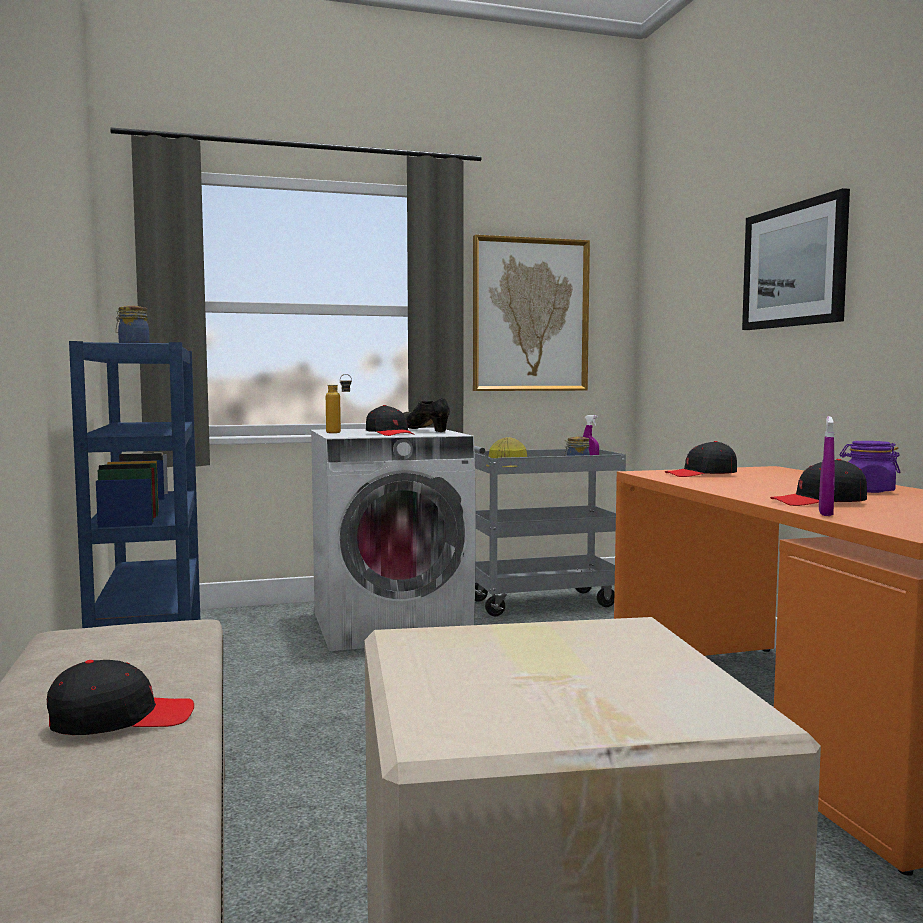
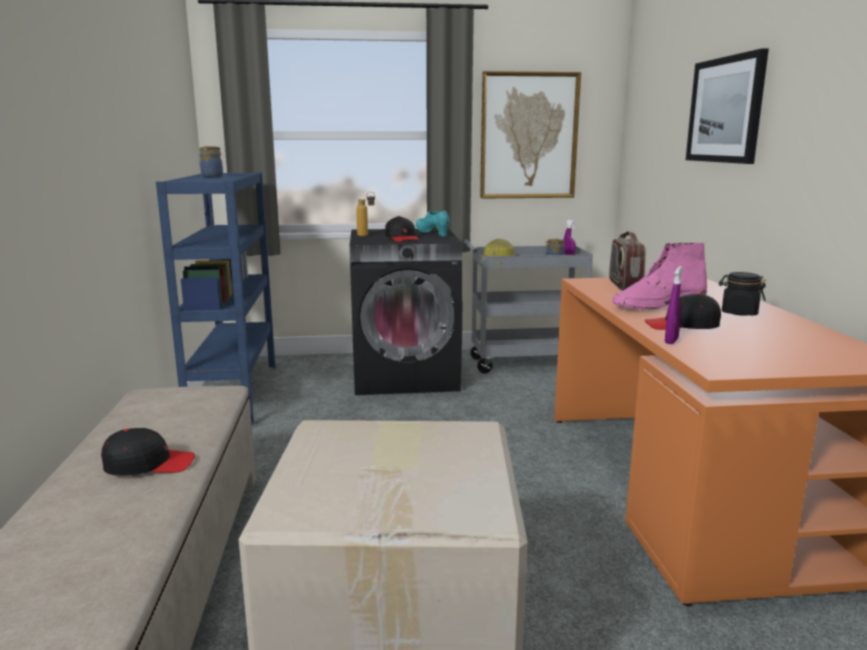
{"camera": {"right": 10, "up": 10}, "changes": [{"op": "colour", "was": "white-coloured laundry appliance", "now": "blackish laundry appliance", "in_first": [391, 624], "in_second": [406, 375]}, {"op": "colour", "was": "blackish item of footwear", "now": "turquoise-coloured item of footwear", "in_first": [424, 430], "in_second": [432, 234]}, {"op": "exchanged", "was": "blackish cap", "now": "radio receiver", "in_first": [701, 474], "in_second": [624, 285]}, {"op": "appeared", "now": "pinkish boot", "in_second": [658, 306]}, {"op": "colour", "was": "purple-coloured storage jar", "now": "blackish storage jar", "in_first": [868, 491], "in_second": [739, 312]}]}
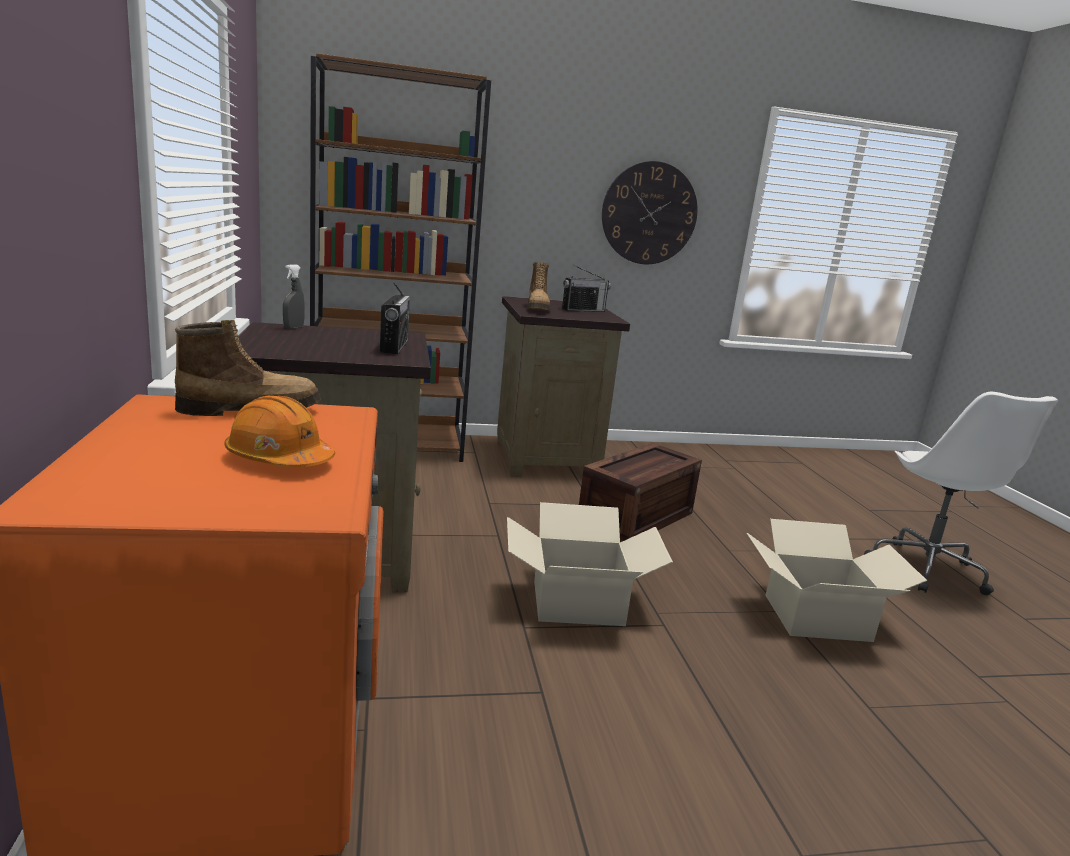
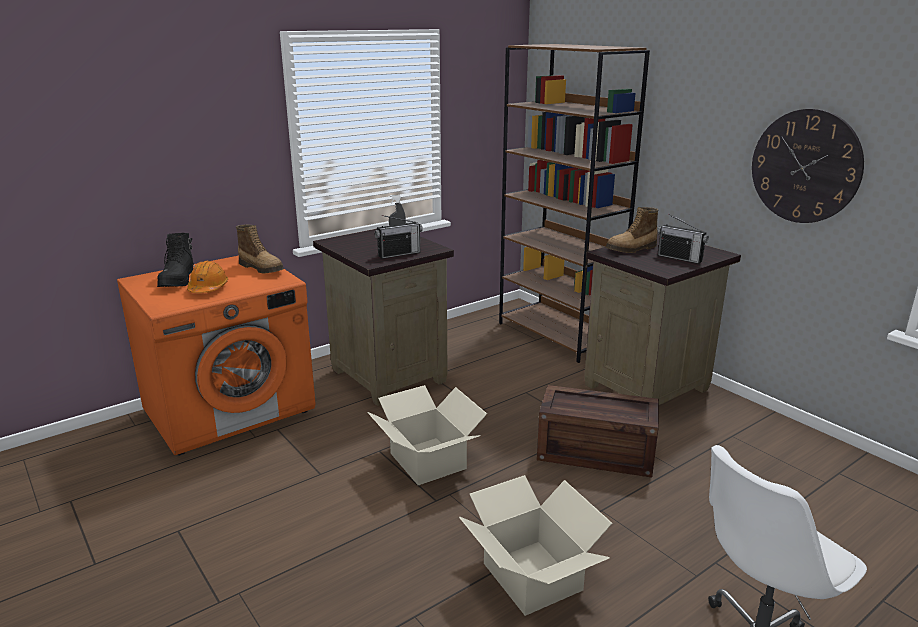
{"camera": {"right": 65, "up": 5}, "changes": [{"op": "appeared", "now": "blackish boot", "in_second": [178, 280]}]}
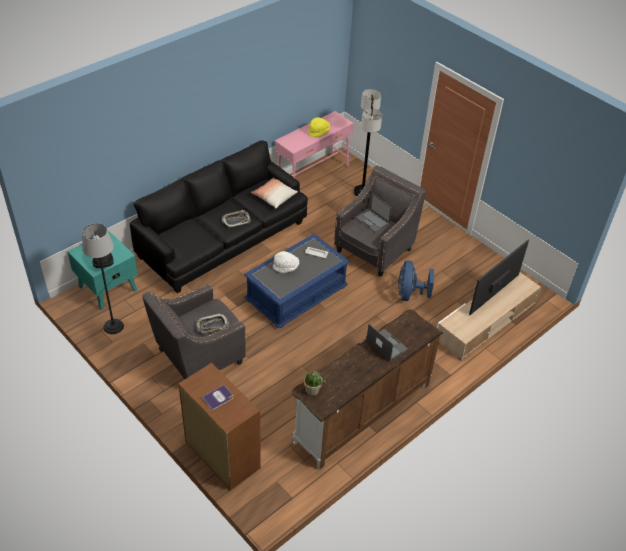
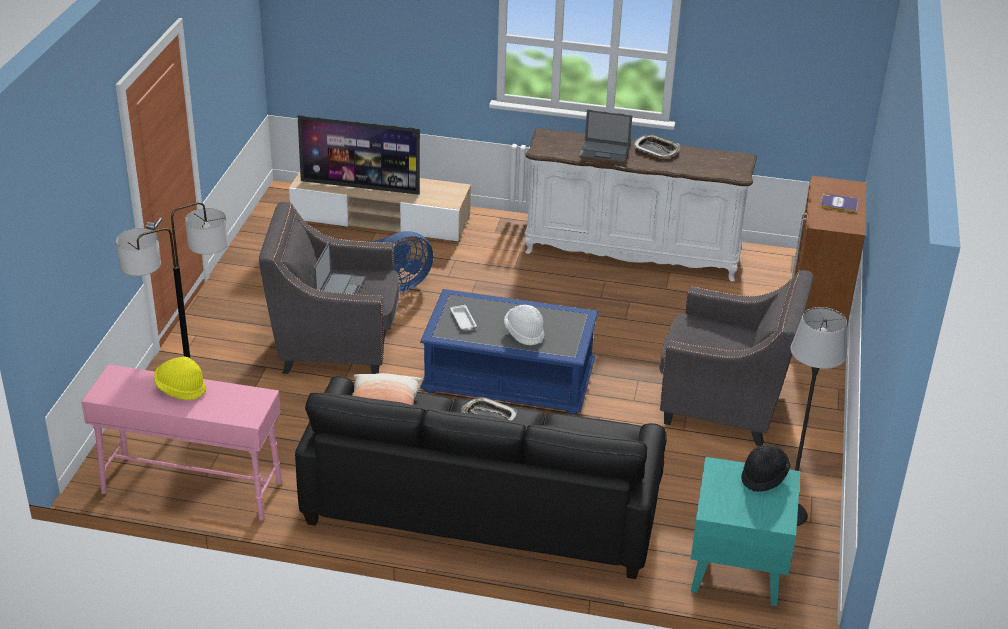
{"camera": {"right": -125, "up": -10}, "changes": [{"op": "spun", "was": "portable computer", "in_first": [386, 345], "in_second": [605, 151], "clockwise": -90}, {"op": "relocated", "was": "carrying tray", "in_first": [212, 325], "in_second": [656, 149]}, {"op": "missing", "was": "plant in a pot", "in_first": [312, 390]}]}
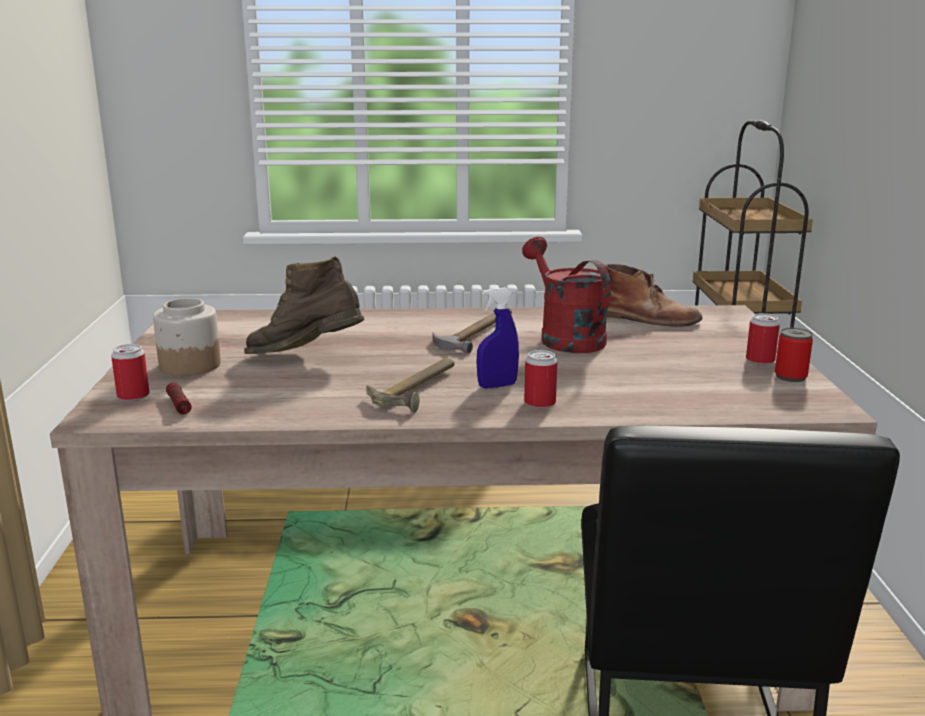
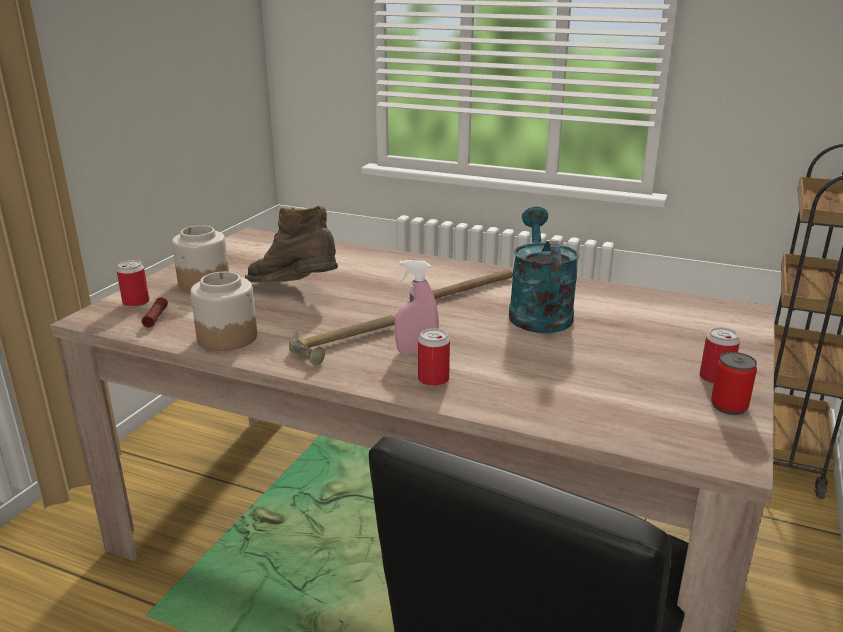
{"camera": {"right": 25, "up": 5}, "changes": [{"op": "appeared", "now": "storage jar", "in_second": [227, 337]}, {"op": "colour", "was": "blue hand sprayer", "now": "pinkish hand sprayer", "in_first": [497, 386], "in_second": [416, 352]}, {"op": "colour", "was": "red watering can", "now": "turquoise-coloured watering can", "in_first": [565, 337], "in_second": [538, 312]}, {"op": "missing", "was": "brown boot", "in_first": [647, 318]}]}
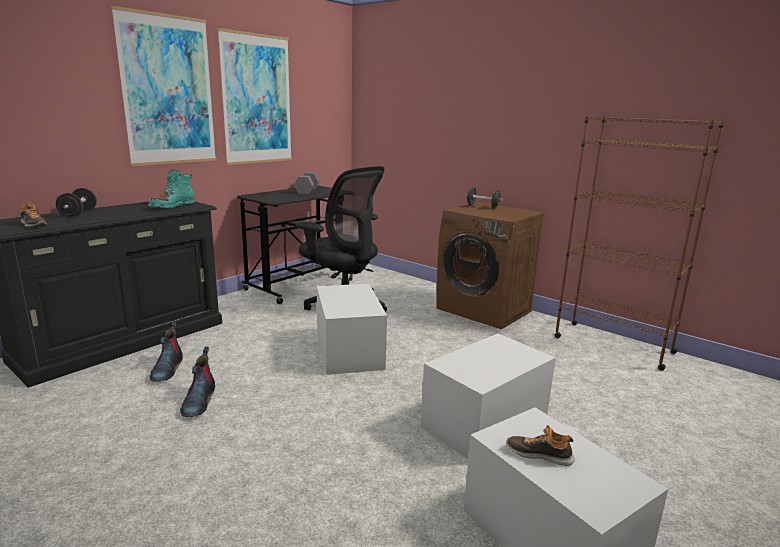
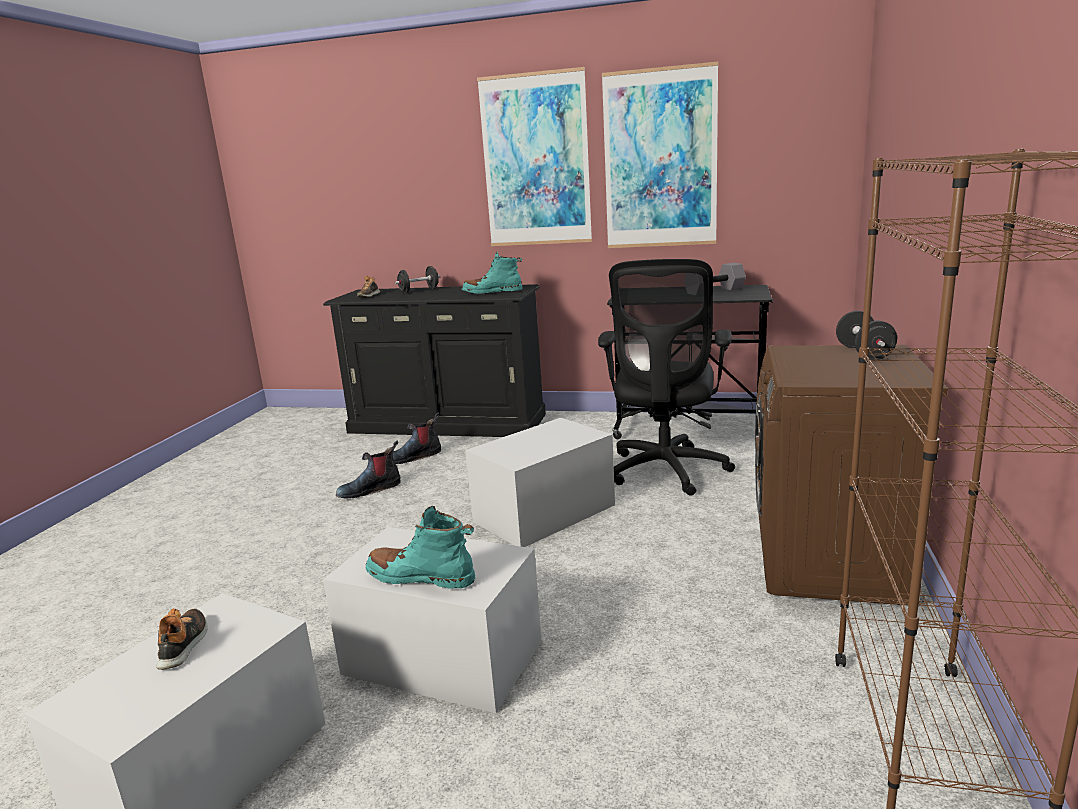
{"camera": {"right": 65, "up": 0}, "changes": [{"op": "appeared", "now": "turquoise-coloured boot", "in_second": [421, 577]}]}
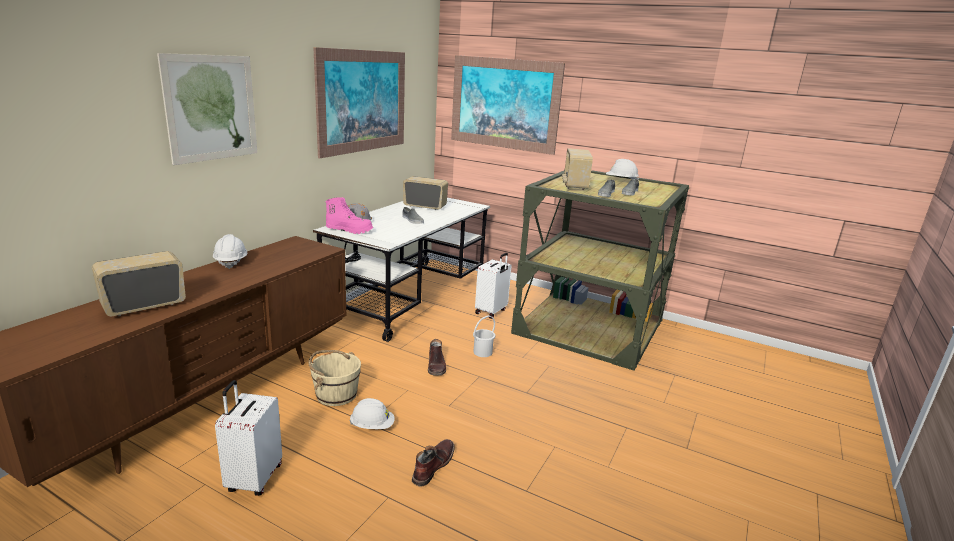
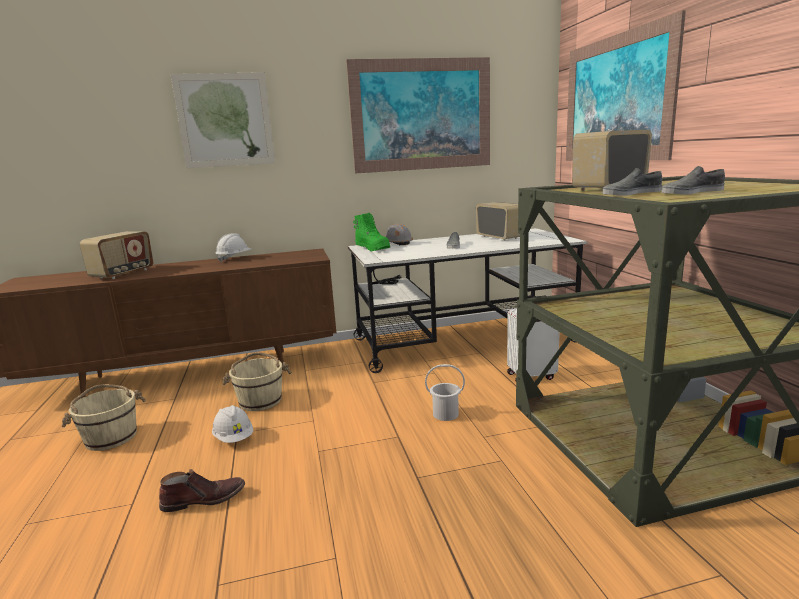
{"camera": {"right": 50, "up": -5}, "changes": [{"op": "exchanged", "was": "white-coloured travel case", "now": "beige pail", "in_first": [253, 479], "in_second": [111, 437]}, {"op": "spun", "was": "radio receiver", "in_first": [144, 306], "in_second": [123, 274], "clockwise": 105}, {"op": "colour", "was": "pinkish boot", "now": "green-coloured boot", "in_first": [349, 230], "in_second": [373, 248]}, {"op": "missing", "was": "brown boot", "in_first": [436, 366]}, {"op": "missing", "was": "white-coloured hard hat", "in_first": [621, 181]}]}
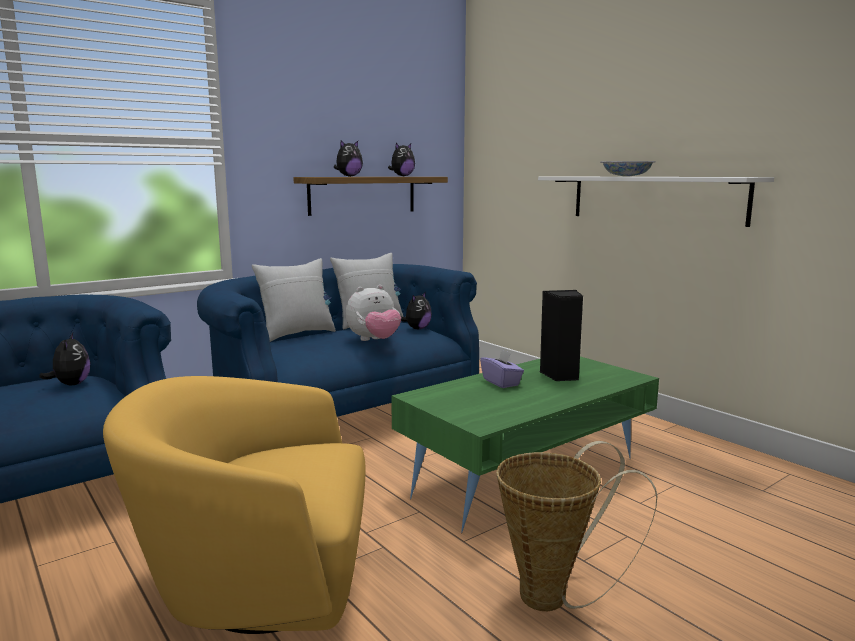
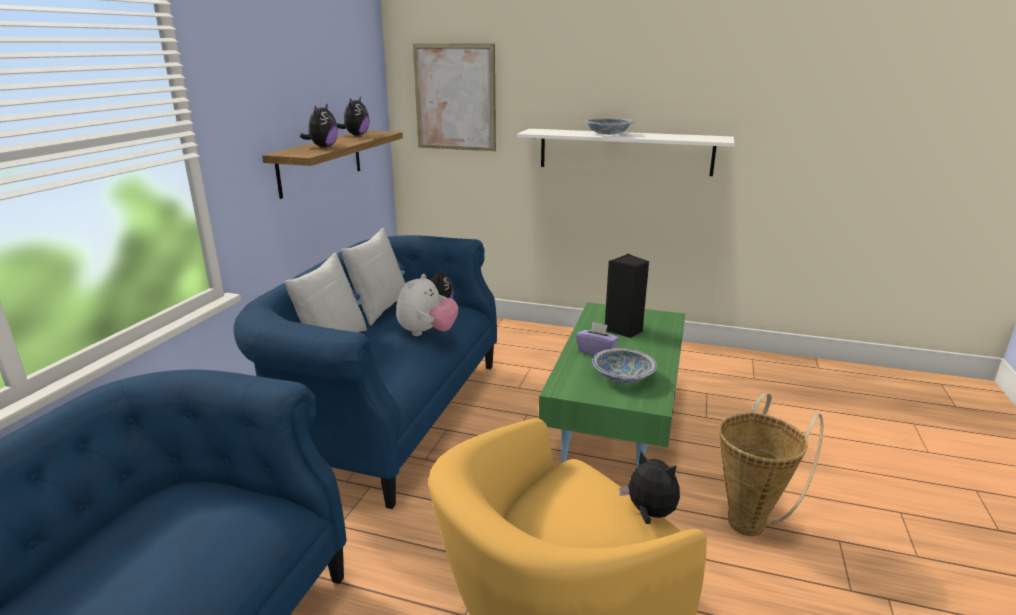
{"camera": {"right": -35, "up": 10}, "changes": [{"op": "appeared", "now": "picture", "in_second": [455, 98]}, {"op": "appeared", "now": "deep dish", "in_second": [623, 377]}, {"op": "relocated", "was": "plush toy", "in_first": [71, 384], "in_second": [649, 514]}]}
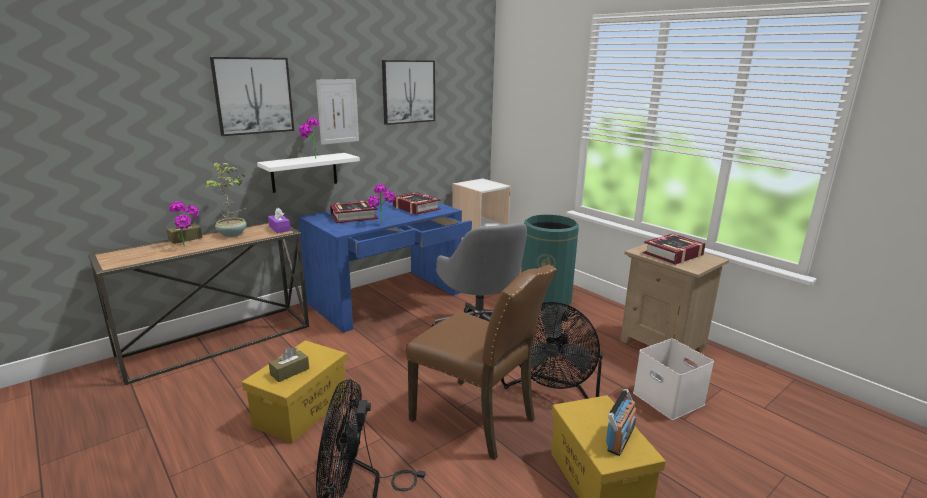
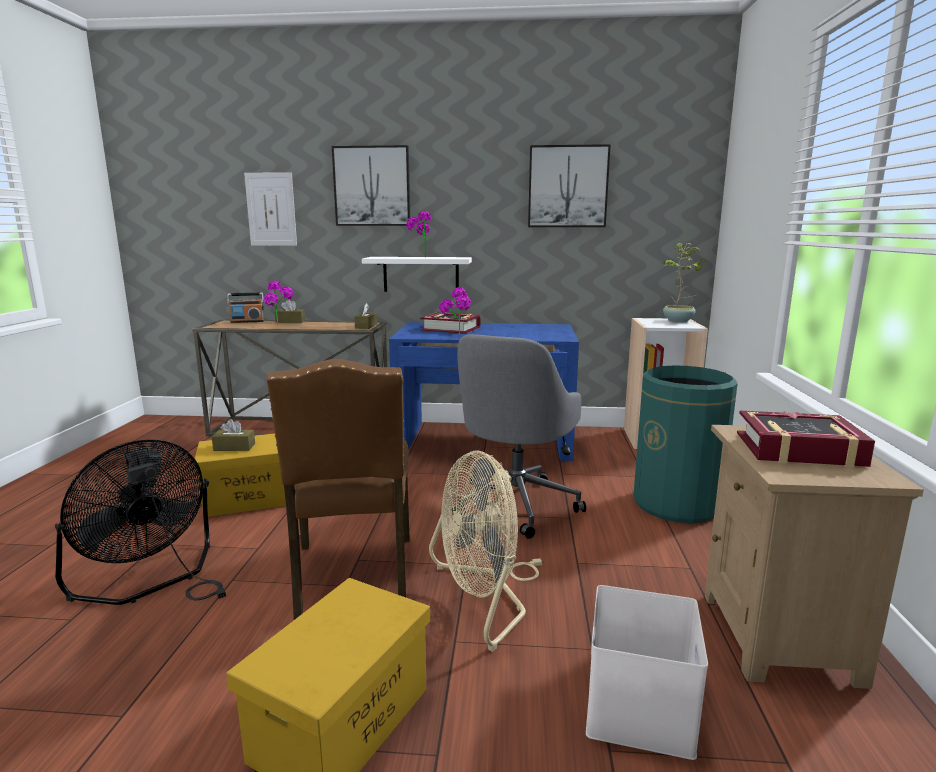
{"camera": {"right": 45, "up": -5}, "changes": [{"op": "relocated", "was": "radio receiver", "in_first": [619, 439], "in_second": [247, 321]}, {"op": "relocated", "was": "picture", "in_first": [338, 111], "in_second": [271, 209]}, {"op": "colour", "was": "purple-coloured tissue box", "now": "brown tissue box", "in_first": [279, 228], "in_second": [366, 326]}, {"op": "colour", "was": "blackish cooling fan", "now": "beige cooling fan", "in_first": [549, 388], "in_second": [487, 595]}, {"op": "relocated", "was": "plant in a pot", "in_first": [233, 234], "in_second": [679, 321]}, {"op": "missing", "was": "volume", "in_first": [416, 208]}]}
